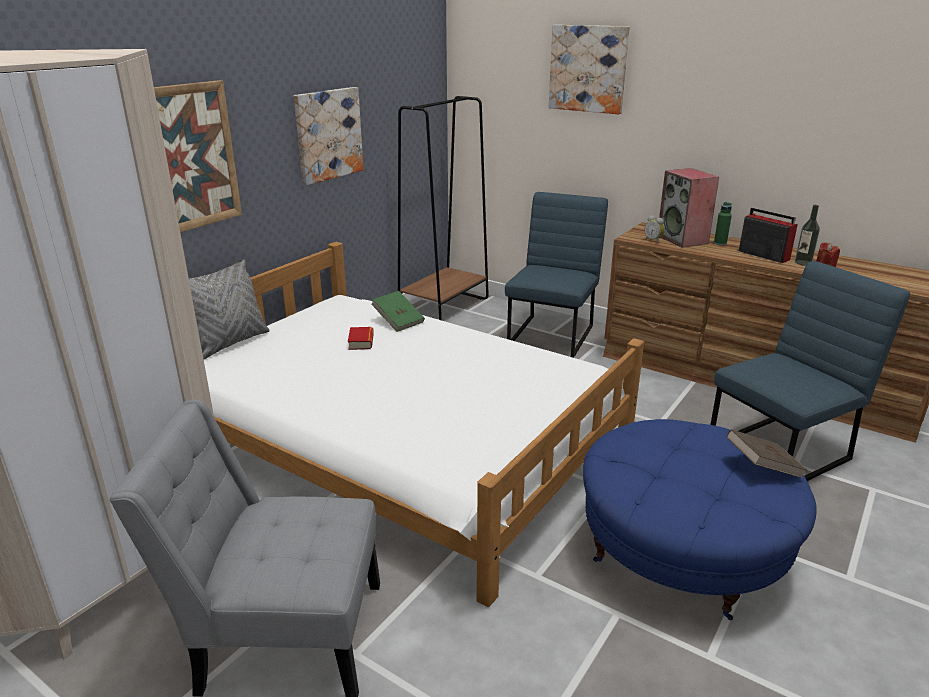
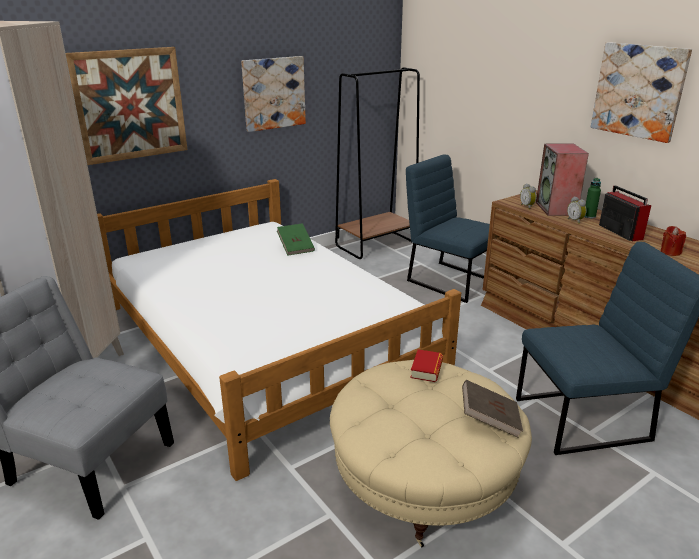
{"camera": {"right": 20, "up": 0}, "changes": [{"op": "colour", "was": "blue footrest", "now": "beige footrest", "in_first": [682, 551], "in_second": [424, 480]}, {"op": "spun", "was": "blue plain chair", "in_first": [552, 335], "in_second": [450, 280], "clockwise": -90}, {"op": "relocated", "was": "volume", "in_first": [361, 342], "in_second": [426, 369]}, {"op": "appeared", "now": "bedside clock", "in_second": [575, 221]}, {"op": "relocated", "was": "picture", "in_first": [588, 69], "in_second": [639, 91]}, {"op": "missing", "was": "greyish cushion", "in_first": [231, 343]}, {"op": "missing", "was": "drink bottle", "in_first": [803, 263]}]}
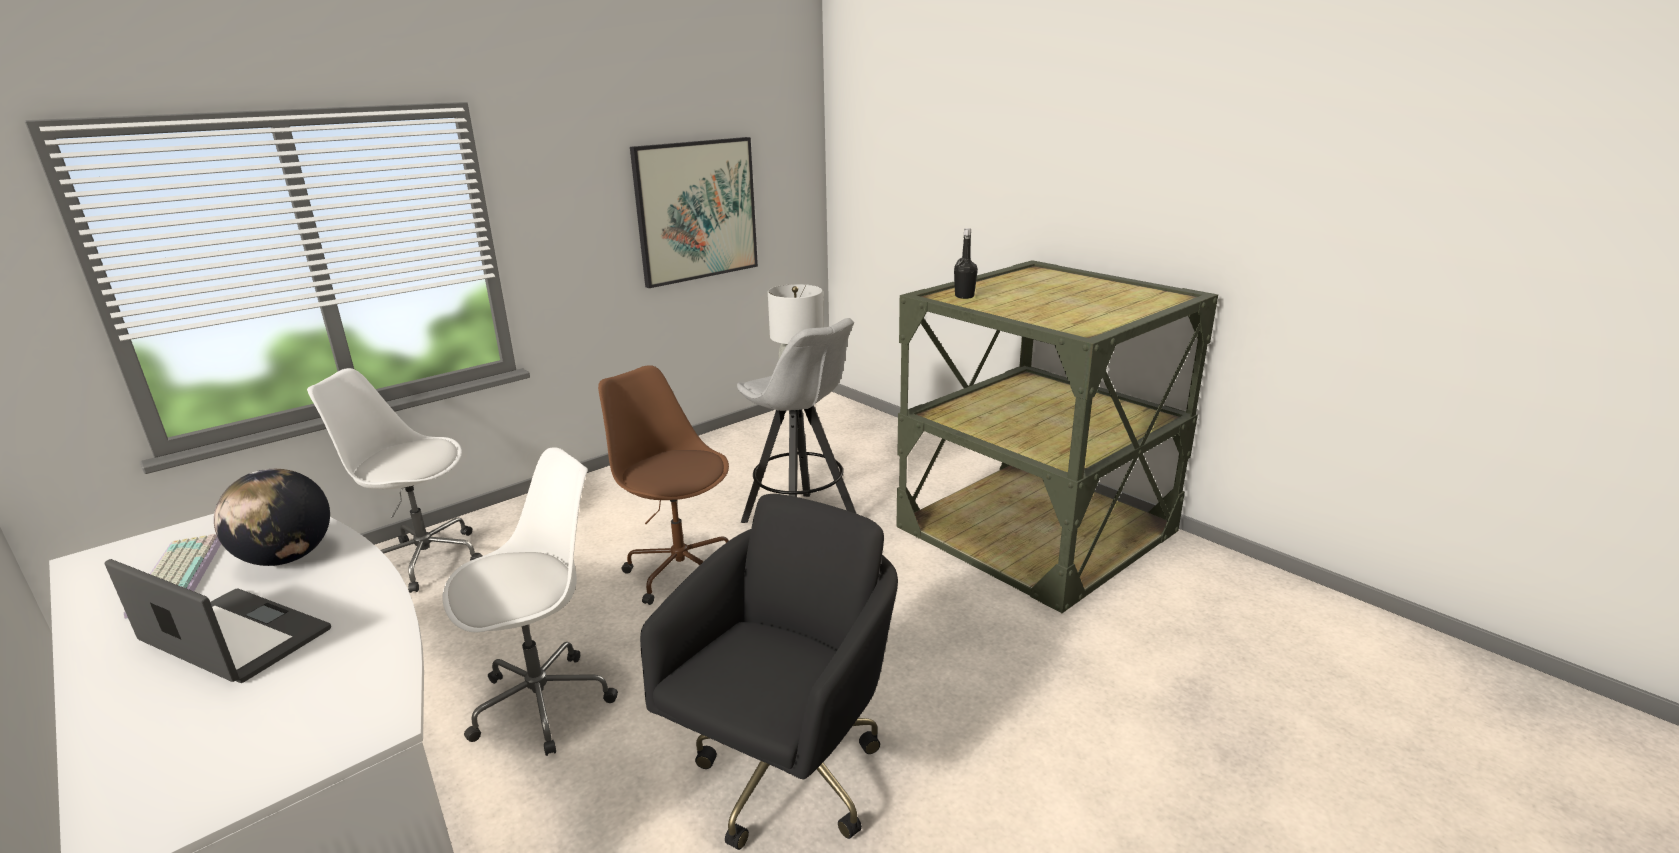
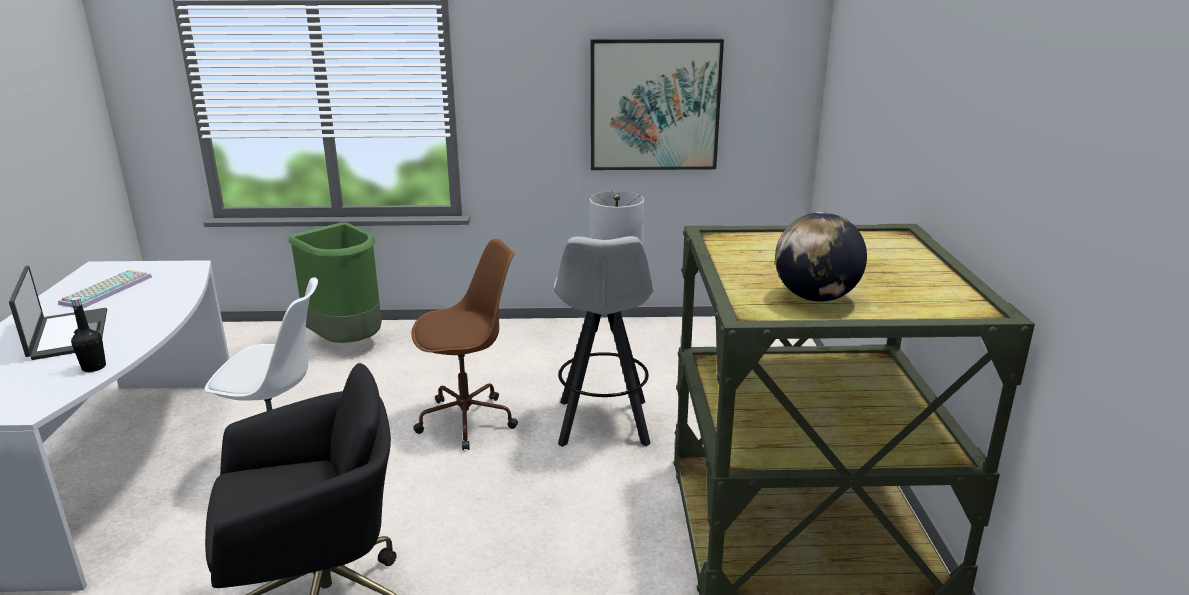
{"camera": {"right": 40, "up": 0}, "changes": [{"op": "relocated", "was": "blackish drink bottle", "in_first": [964, 296], "in_second": [94, 367]}, {"op": "exchanged", "was": "white-coloured computer chair", "now": "green-coloured waste bin", "in_first": [424, 561], "in_second": [348, 342]}, {"op": "spun", "was": "brown computer chair", "in_first": [679, 571], "in_second": [469, 420], "clockwise": 75}, {"op": "relocated", "was": "desk globe", "in_first": [287, 558], "in_second": [815, 298]}]}
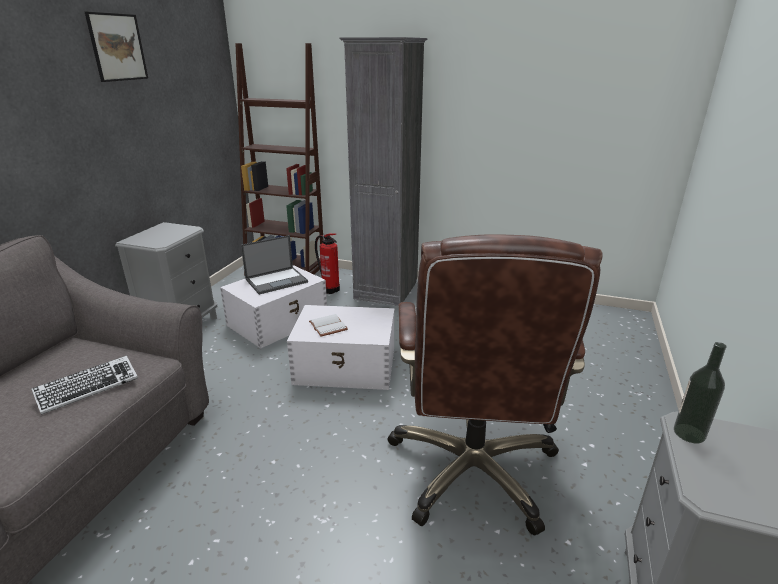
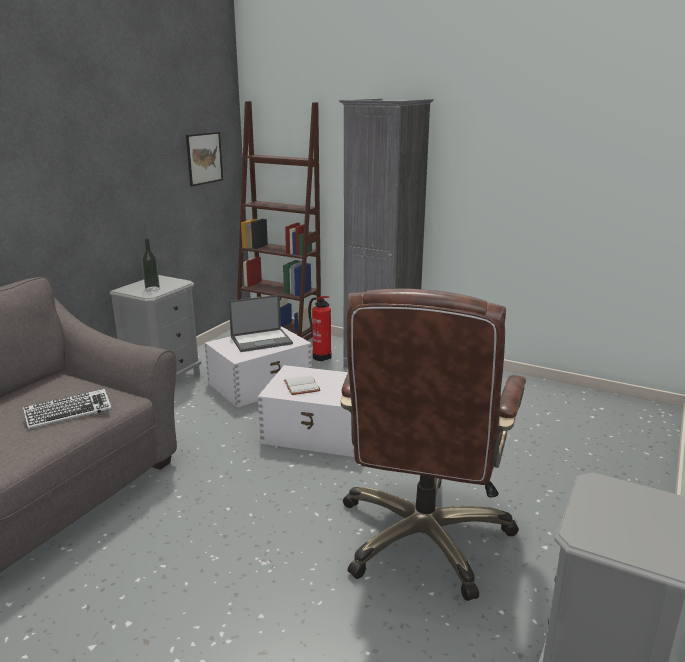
{"camera": {"right": 10, "up": -5}, "changes": [{"op": "relocated", "was": "drink bottle", "in_first": [689, 433], "in_second": [152, 288]}, {"op": "relocated", "was": "picture", "in_first": [117, 47], "in_second": [204, 158]}]}
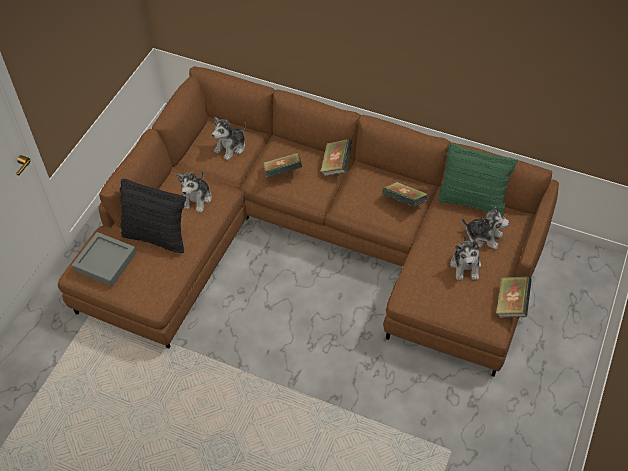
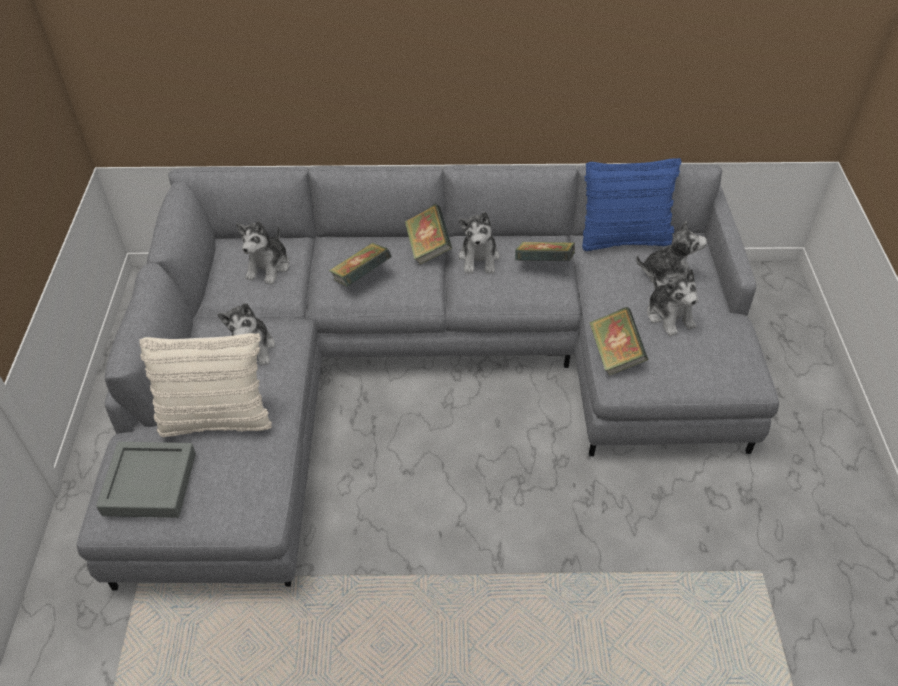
{"camera": {"right": -25, "up": -5}, "changes": [{"op": "colour", "was": "brown couch", "now": "greyish couch", "in_first": [310, 242], "in_second": [419, 368]}, {"op": "colour", "was": "blackish cushion", "now": "beige cushion", "in_first": [157, 237], "in_second": [218, 419]}, {"op": "appeared", "now": "plush toy", "in_second": [479, 258]}, {"op": "colour", "was": "green-coloured cushion", "now": "blue cushion", "in_first": [472, 201], "in_second": [624, 239]}, {"op": "relocated", "was": "volume", "in_first": [511, 304], "in_second": [615, 354]}]}
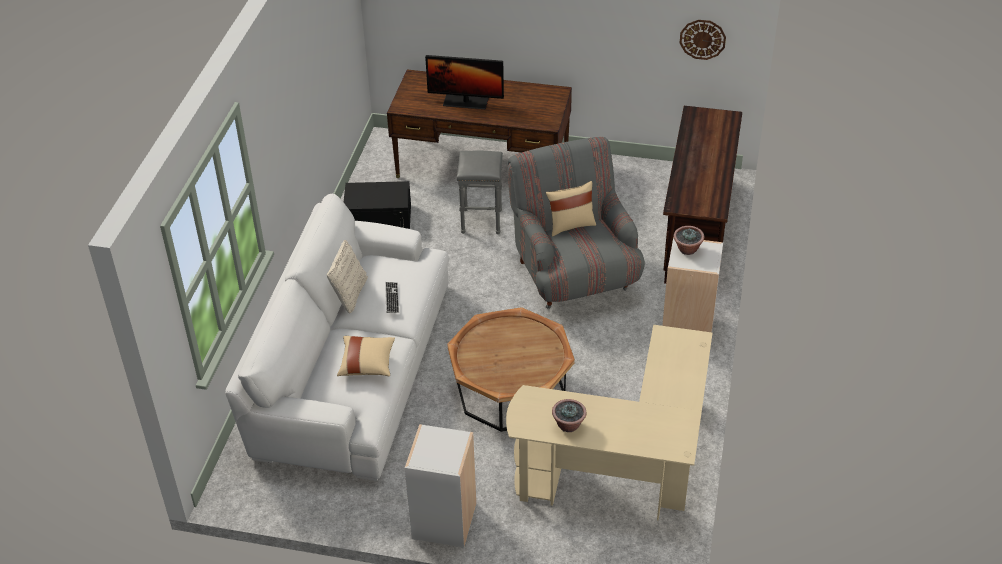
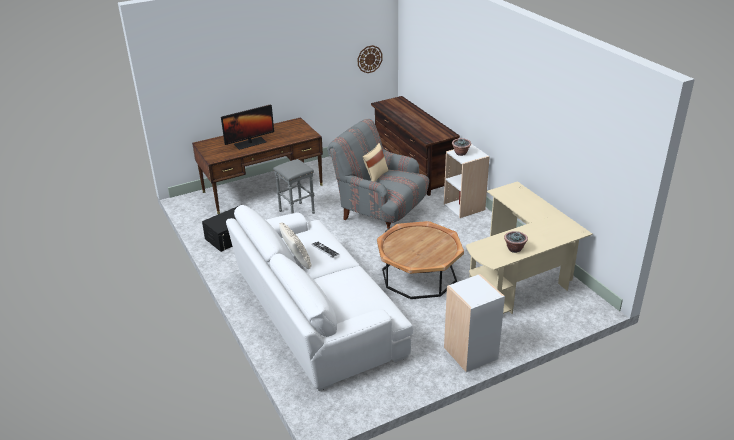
{"camera": {"right": -40, "up": -10}, "changes": [{"op": "missing", "was": "beige cushion", "in_first": [367, 364]}]}
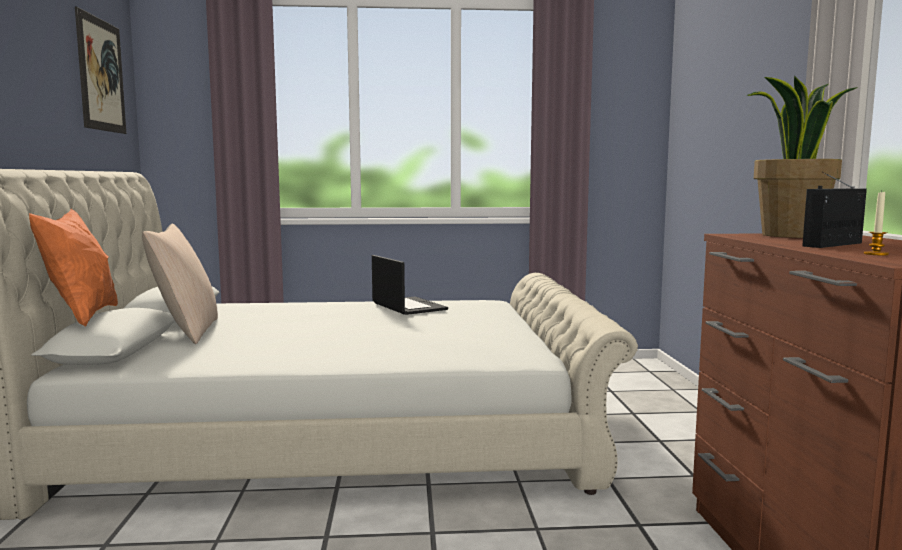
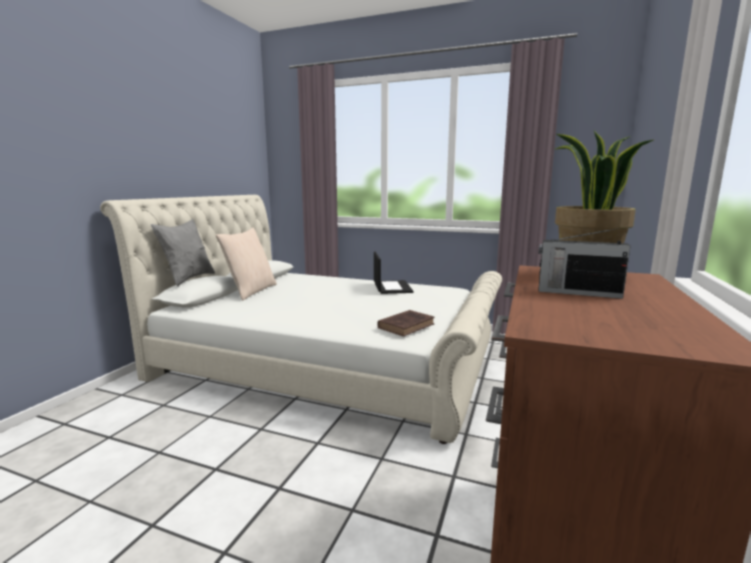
{"camera": {"right": 25, "up": 5}, "changes": [{"op": "colour", "was": "orange-coloured cushion", "now": "greyish cushion", "in_first": [82, 316], "in_second": [188, 279]}, {"op": "appeared", "now": "brown volume", "in_second": [407, 326]}, {"op": "spun", "was": "radio receiver", "in_first": [834, 244], "in_second": [576, 292], "clockwise": -150}, {"op": "missing", "was": "picture", "in_first": [101, 75]}, {"op": "missing", "was": "wax candle", "in_first": [876, 254]}]}
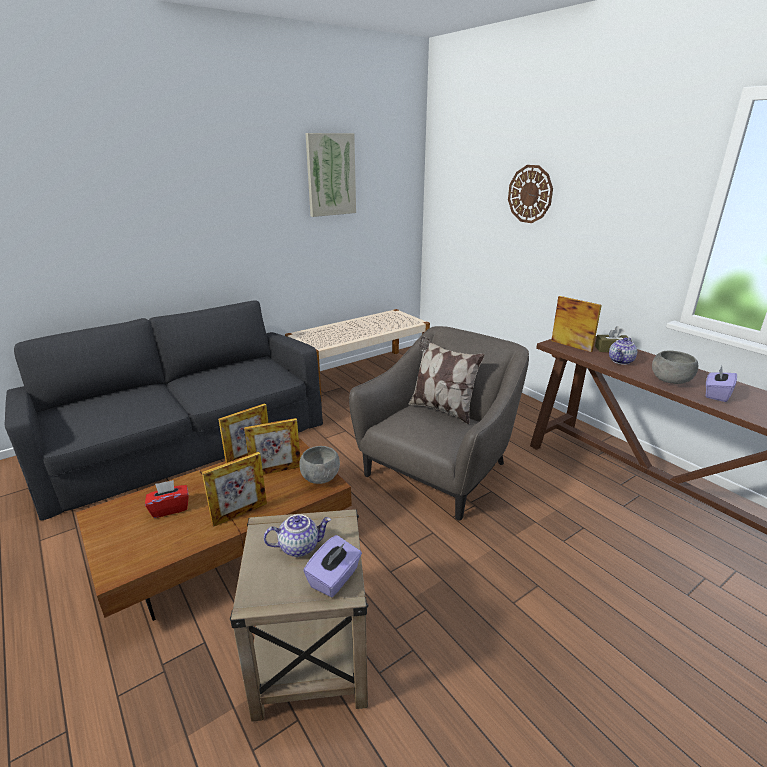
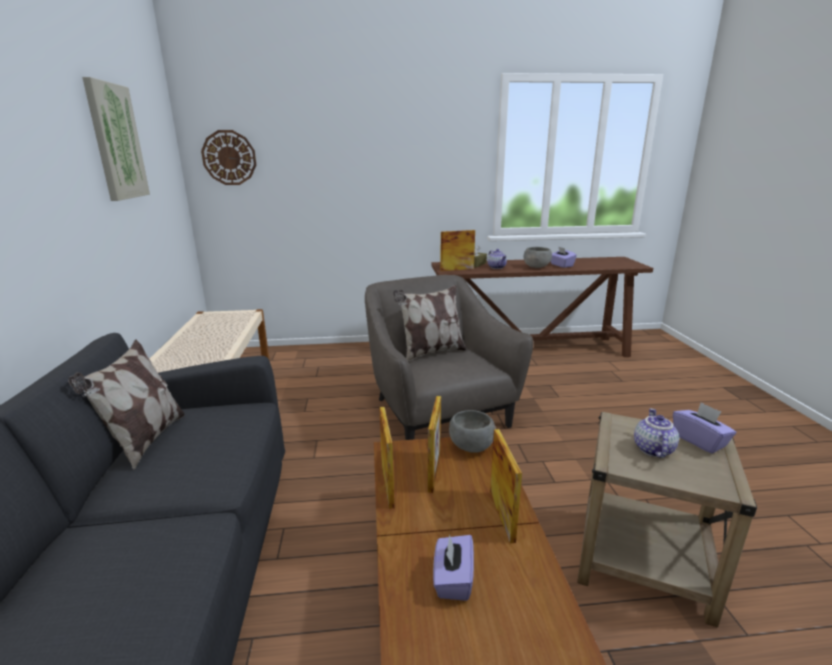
{"camera": {"right": -60, "up": -5}, "changes": [{"op": "appeared", "now": "cushion", "in_second": [145, 441]}, {"op": "relocated", "was": "hanging clock", "in_first": [530, 194], "in_second": [229, 158]}, {"op": "colour", "was": "red tissue box", "now": "purple-coloured tissue box", "in_first": [170, 508], "in_second": [453, 580]}]}
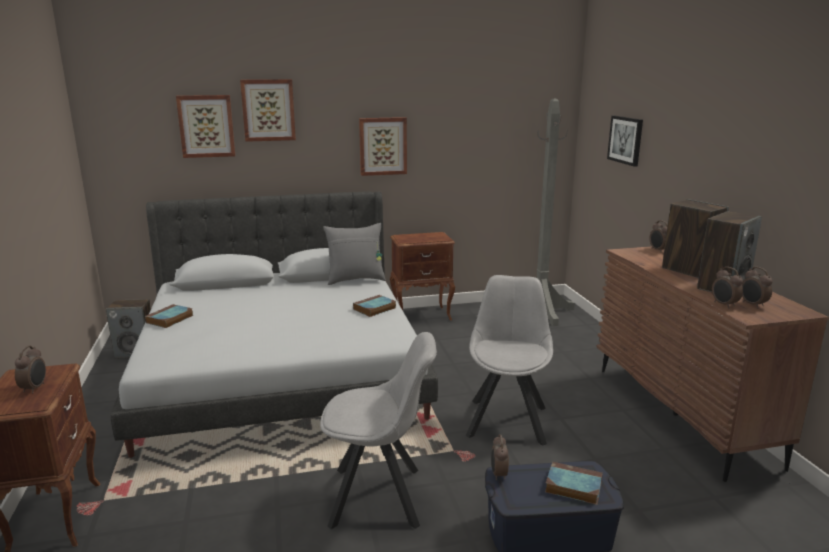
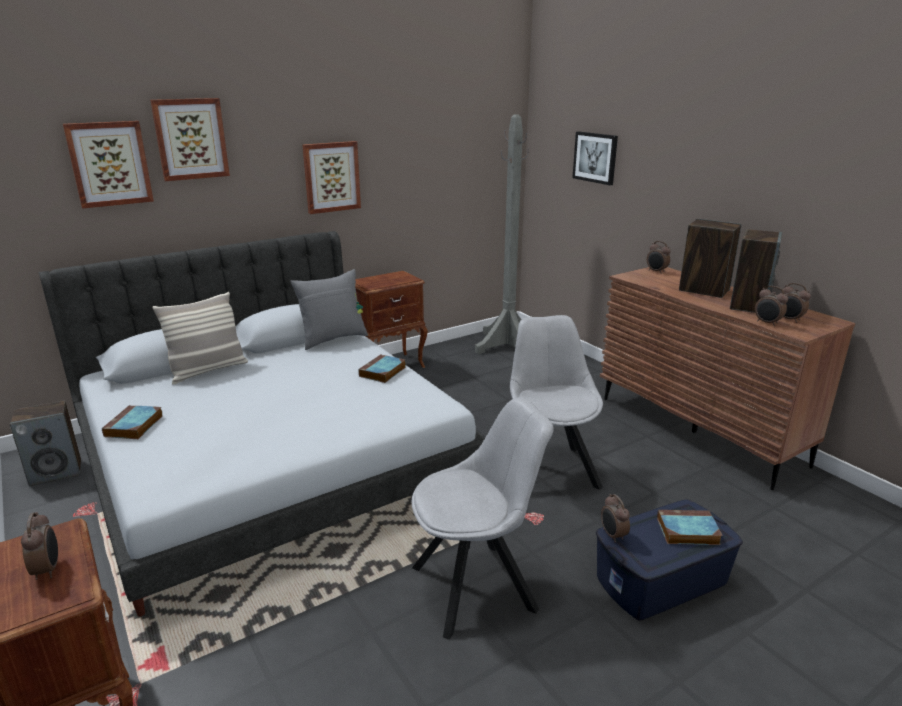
{"camera": {"right": -20, "up": 5}, "changes": [{"op": "appeared", "now": "cushion", "in_second": [208, 370]}]}
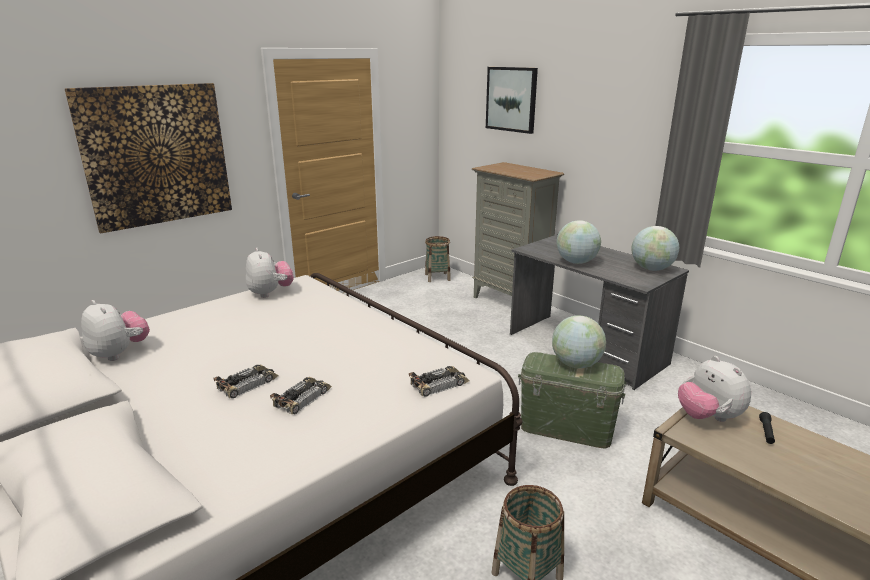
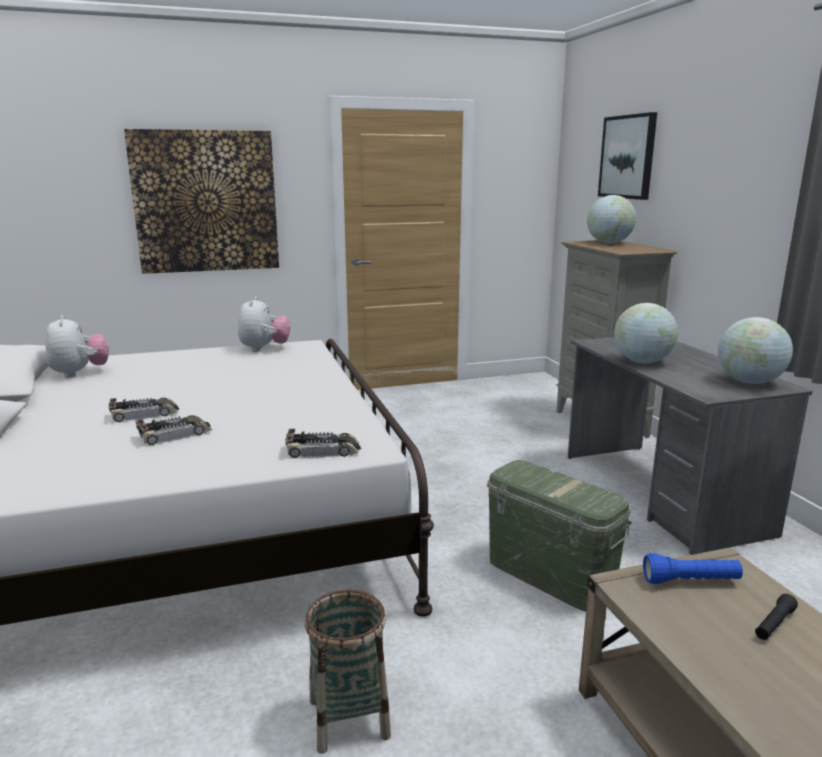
{"camera": {"right": 25, "up": -5}, "changes": [{"op": "relocated", "was": "desk globe", "in_first": [576, 364], "in_second": [609, 243]}, {"op": "exchanged", "was": "plush toy", "now": "blue hand torch", "in_first": [708, 417], "in_second": [691, 581]}, {"op": "missing", "was": "household basket", "in_first": [437, 277]}]}
